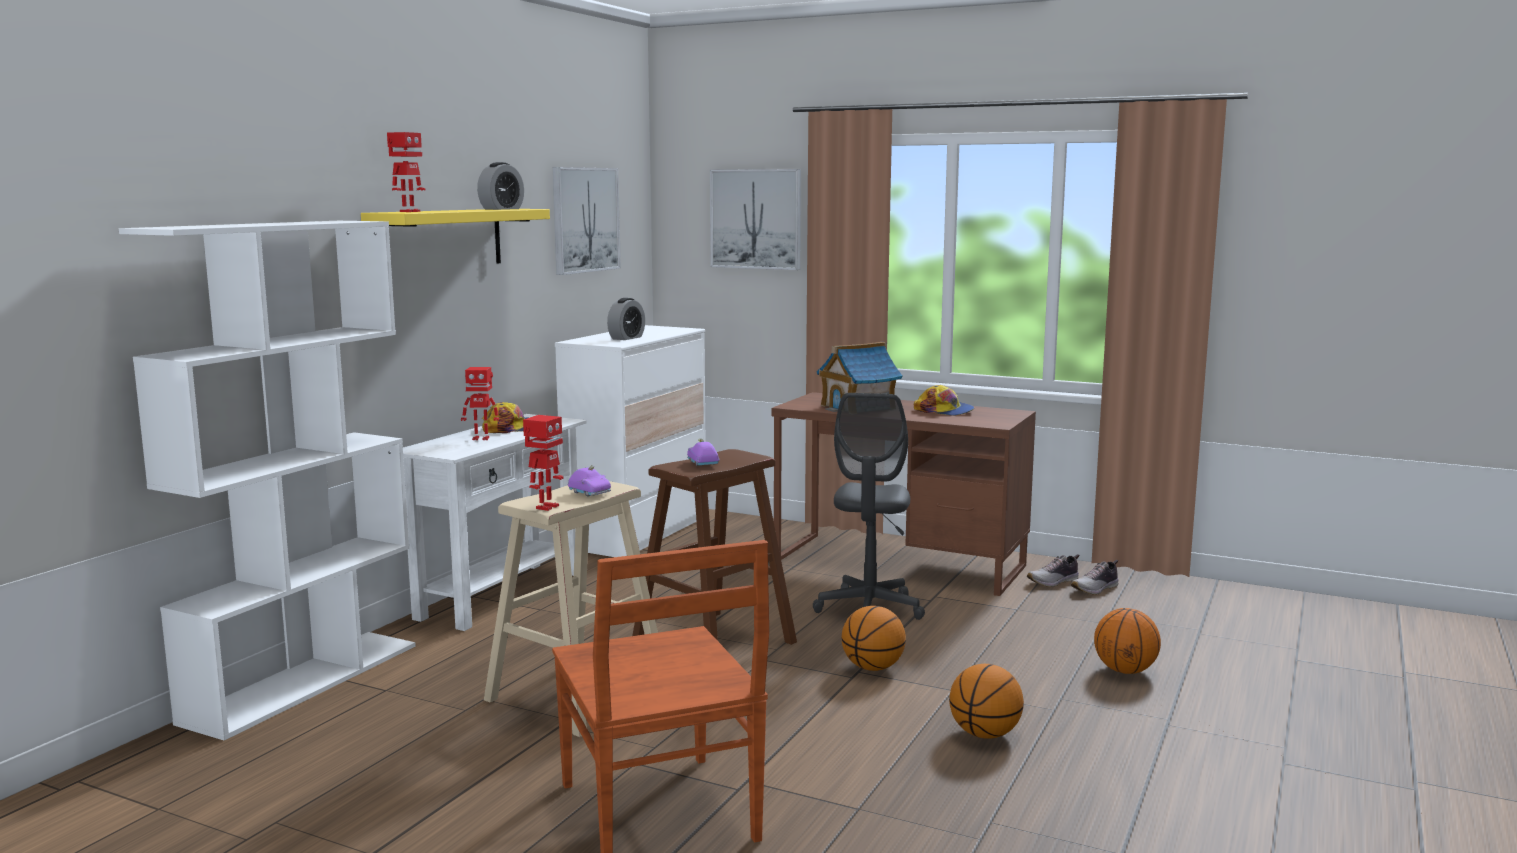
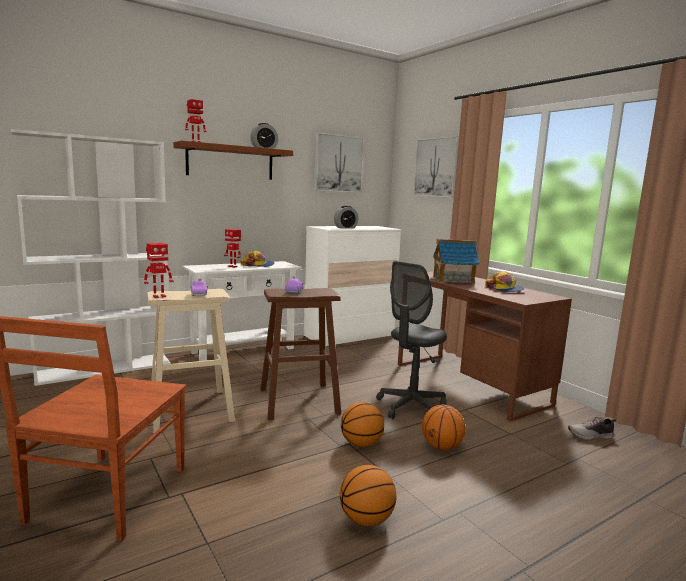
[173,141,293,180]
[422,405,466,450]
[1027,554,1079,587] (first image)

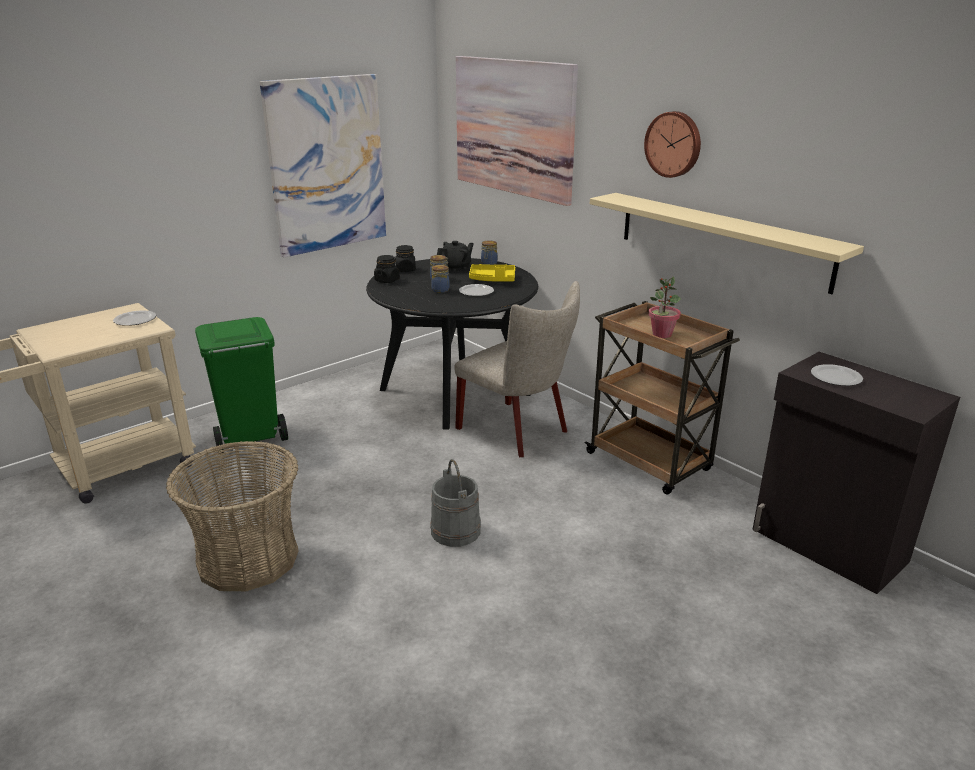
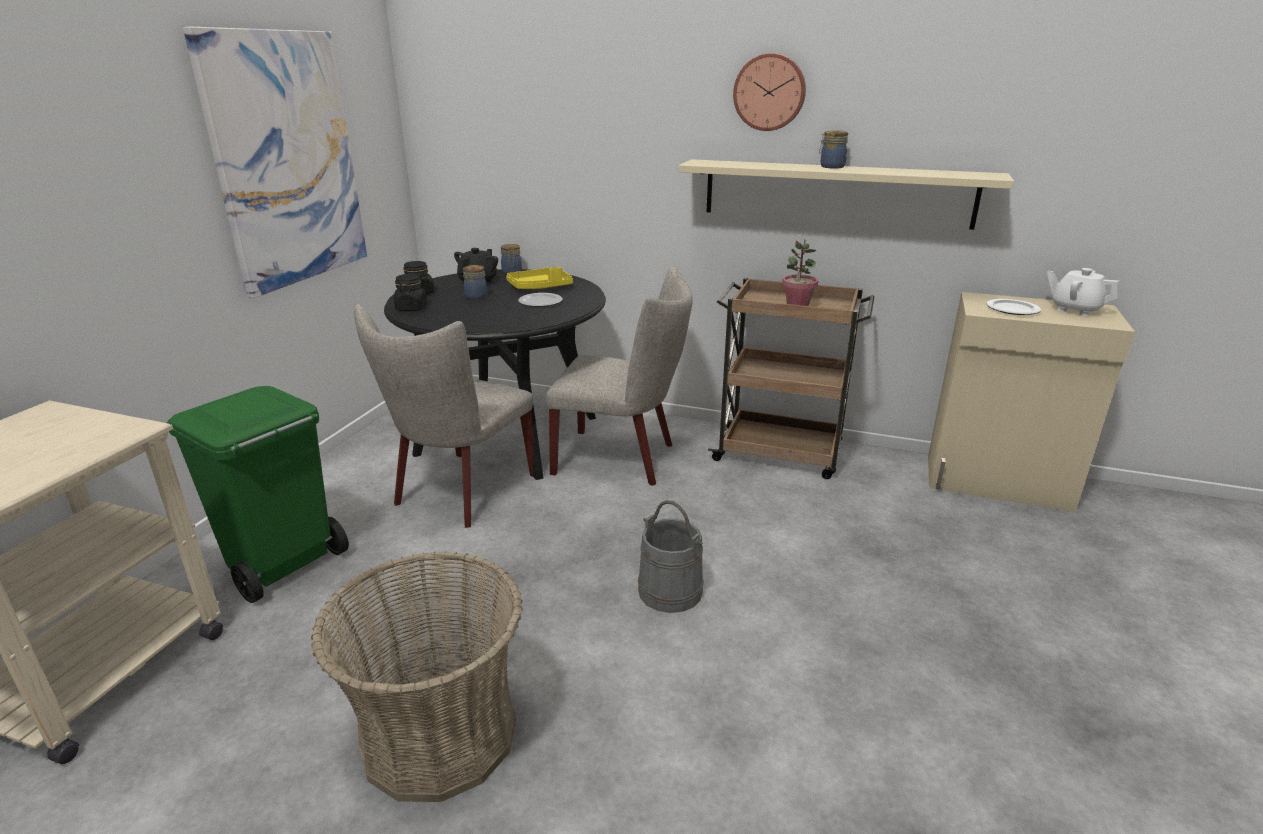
[354,304,534,528]
[819,130,848,168]
[928,292,1135,512]
[1047,268,1119,316]
[113,311,156,326] (first image)
[456,56,578,206] (first image)

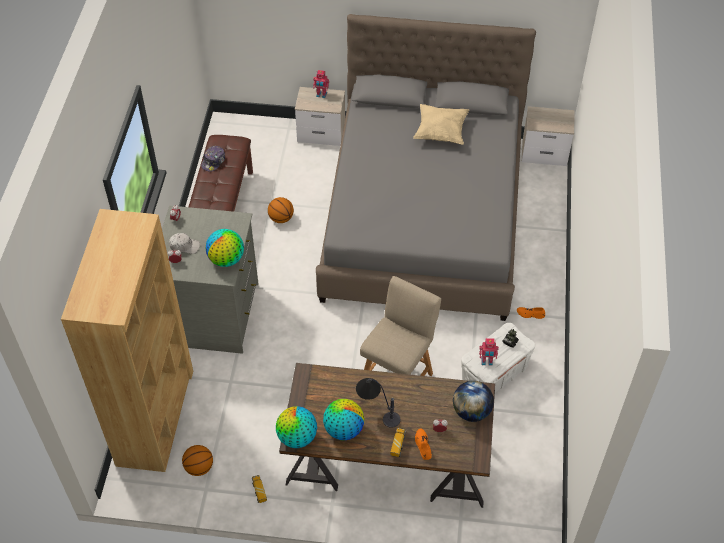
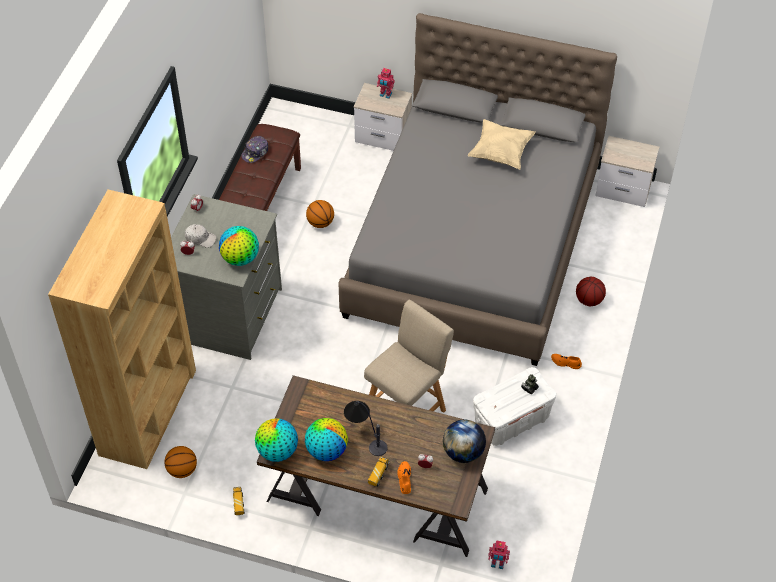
[488,540,510,569]
[576,277,606,306]

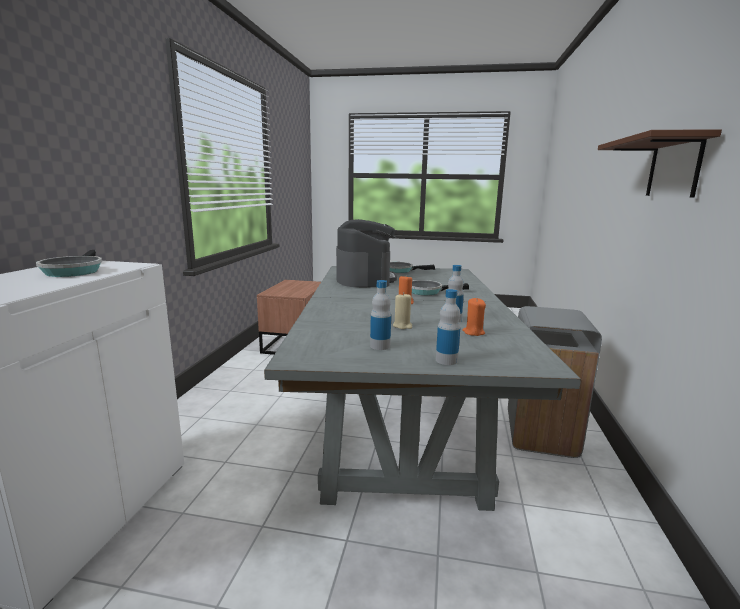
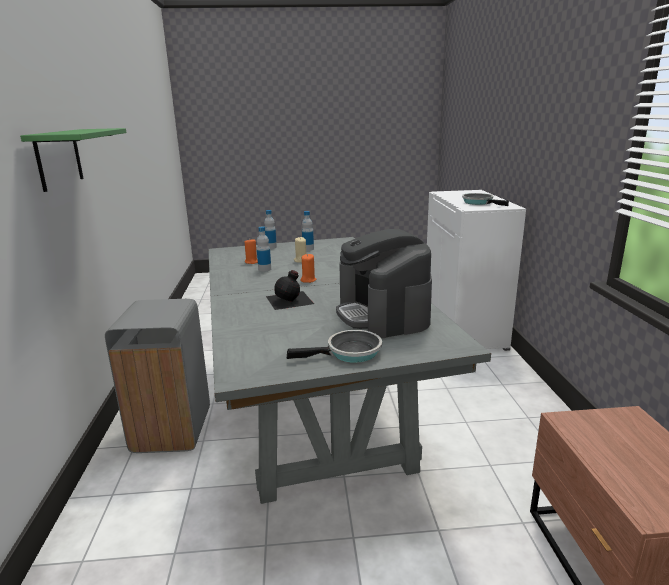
[20,128,127,192]
[266,270,314,310]

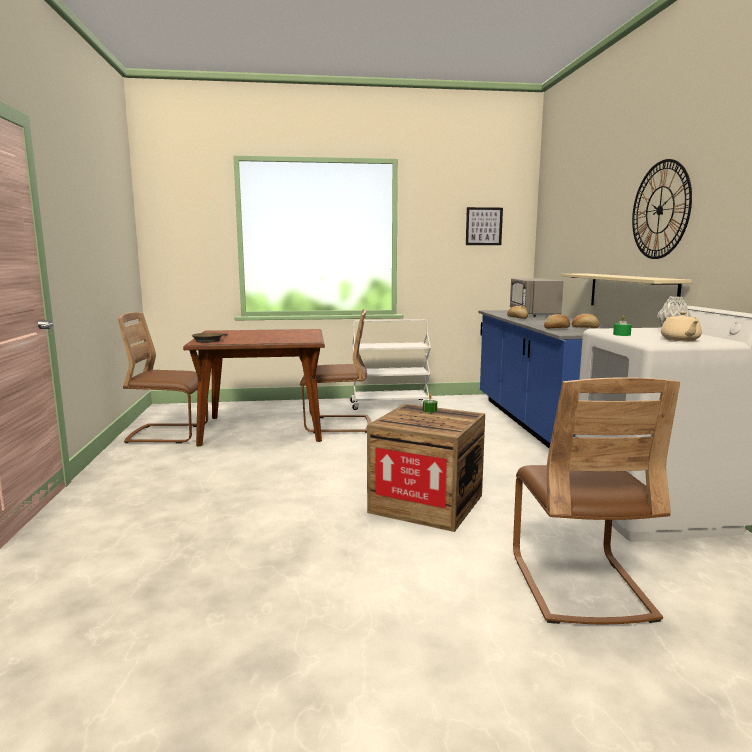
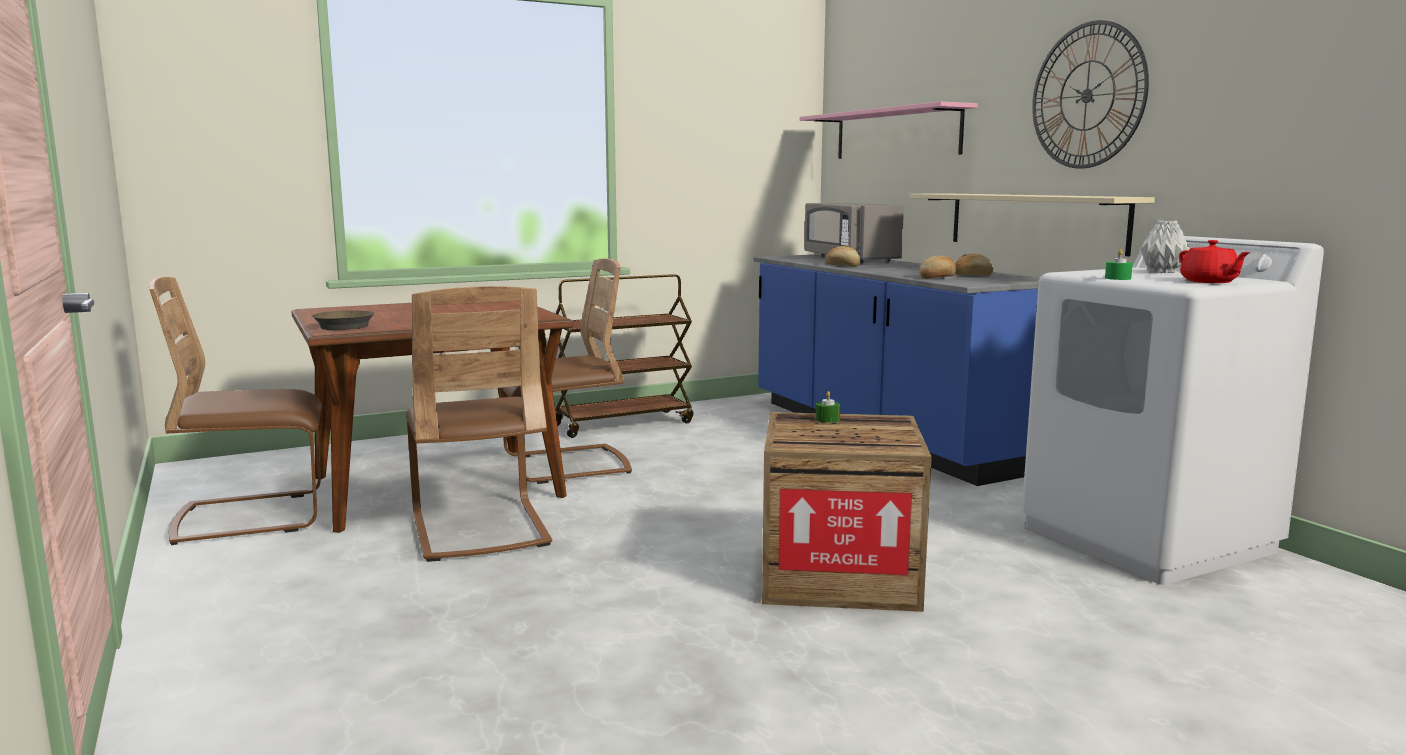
[406,286,552,562]
[555,274,693,438]
[800,101,978,159]
[1179,240,1251,283]
[466,207,503,245] (first image)

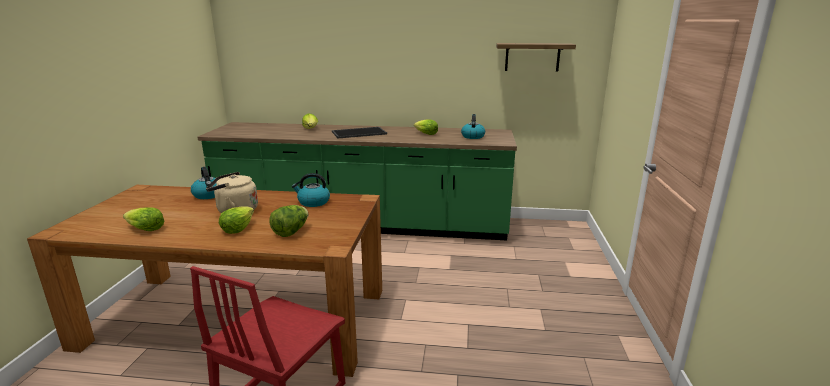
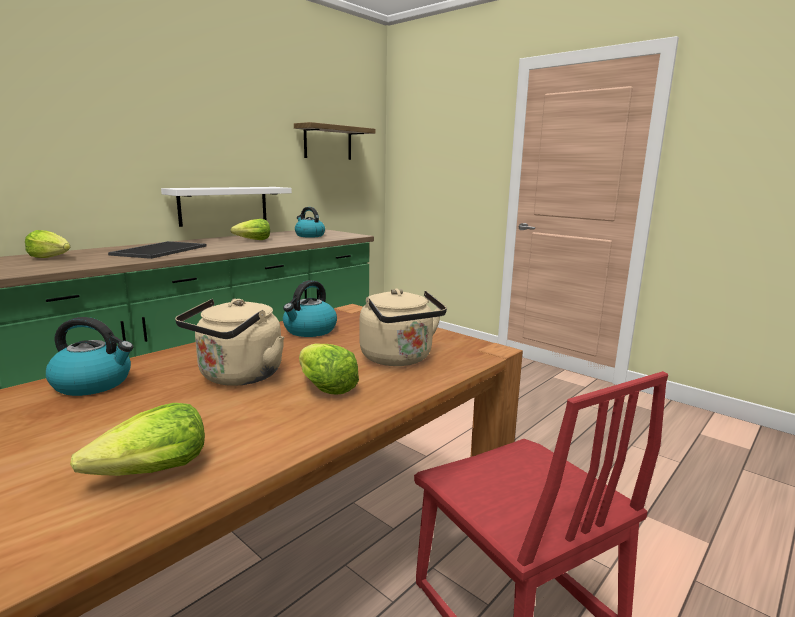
[161,187,292,227]
[360,288,447,366]

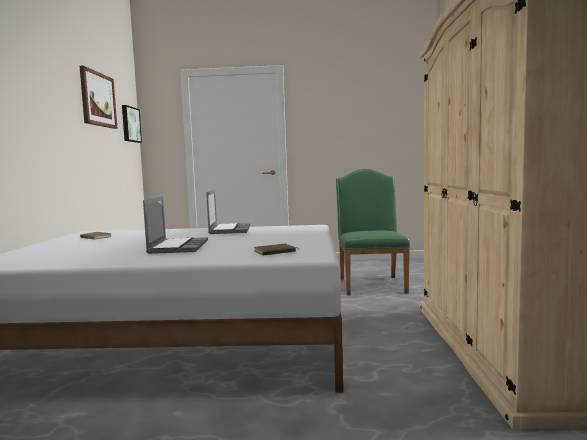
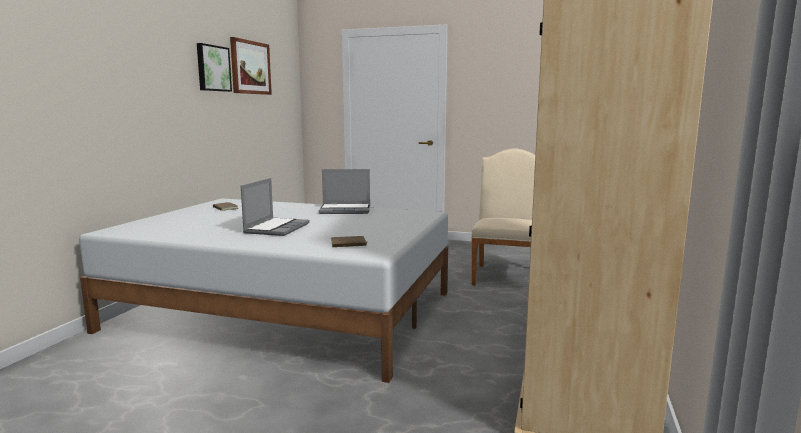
[197,43,232,92]
[319,169,370,214]
[471,148,535,286]

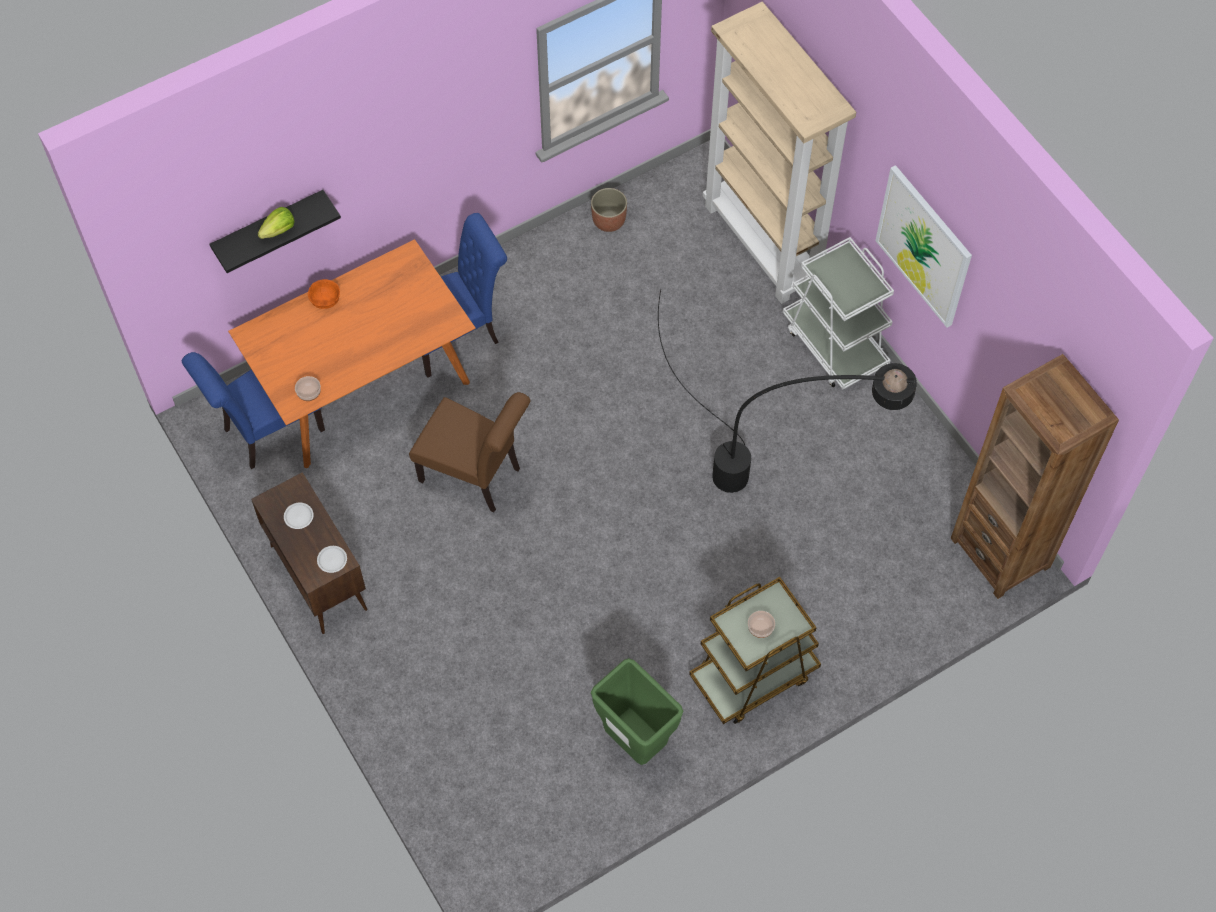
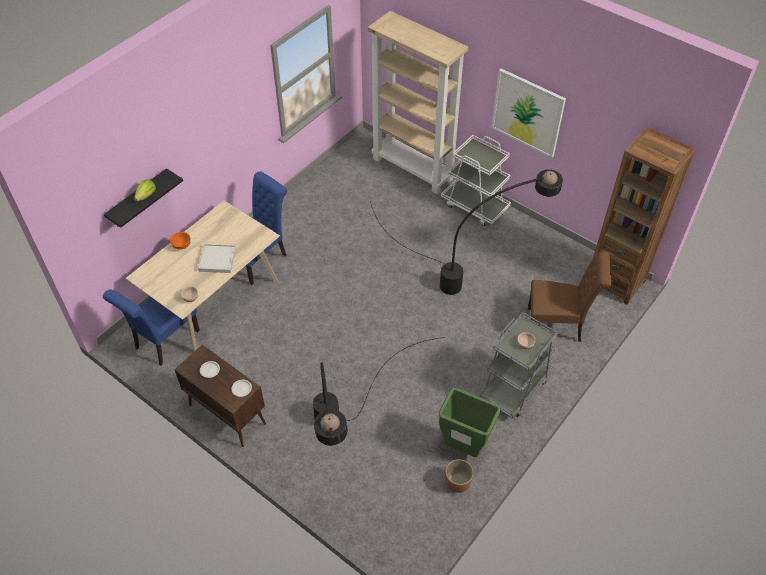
[126,201,280,352]
[198,244,236,273]
[313,337,445,446]
[445,459,474,493]
[480,312,558,418]
[528,251,611,342]

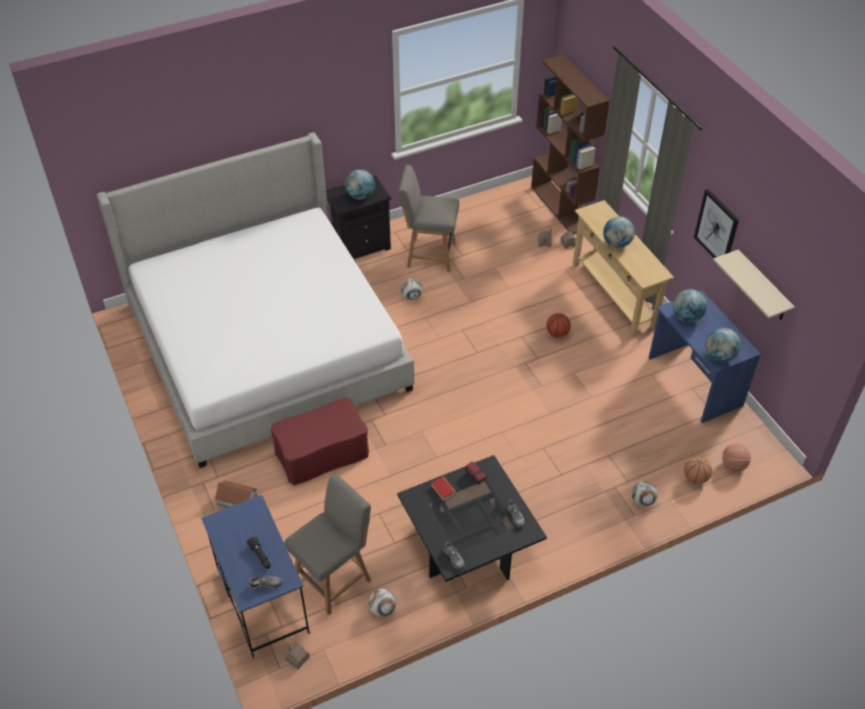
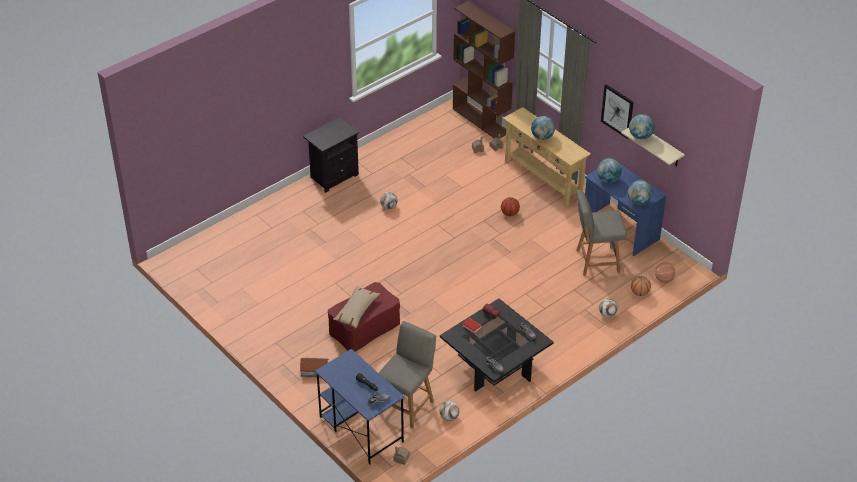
[333,286,380,328]
[576,190,627,276]
[629,114,655,140]
[97,132,415,468] (first image)

